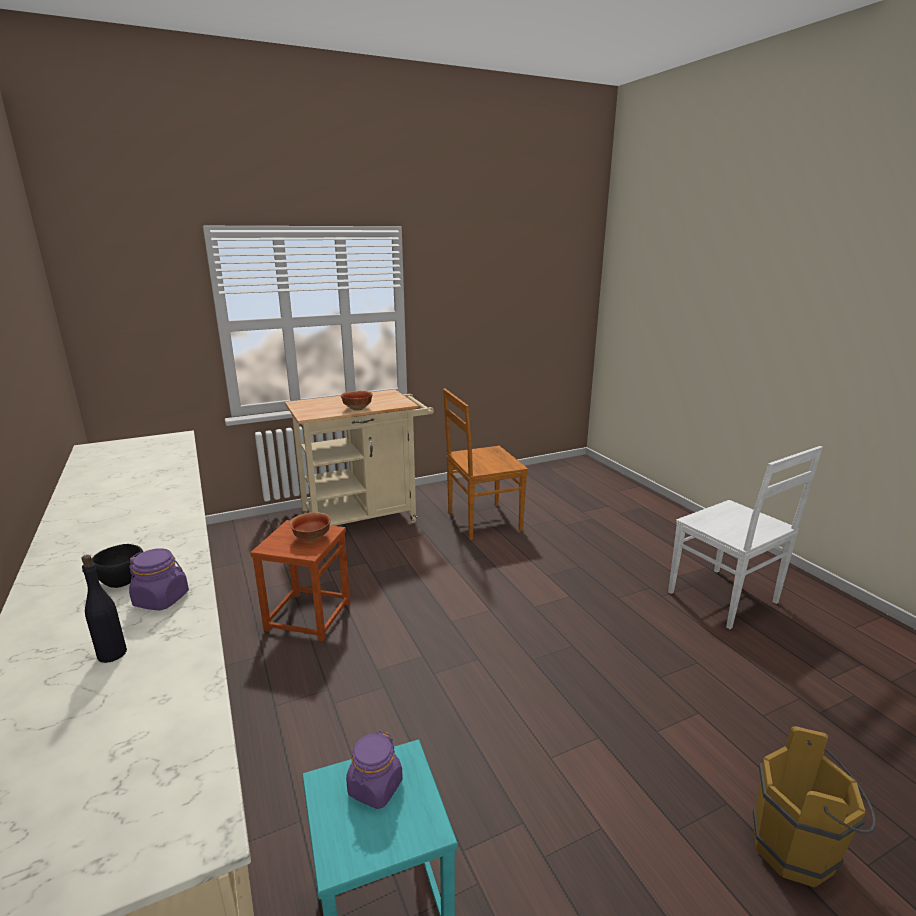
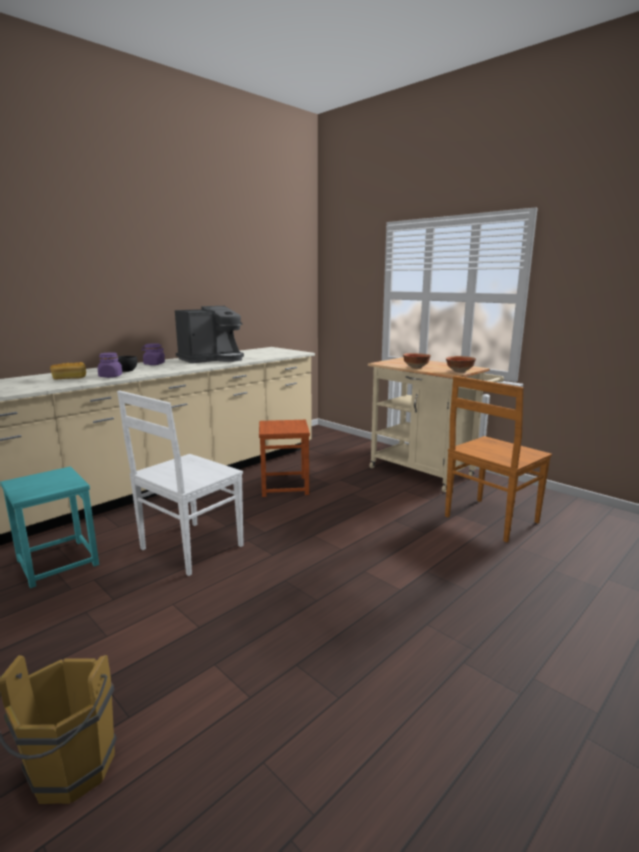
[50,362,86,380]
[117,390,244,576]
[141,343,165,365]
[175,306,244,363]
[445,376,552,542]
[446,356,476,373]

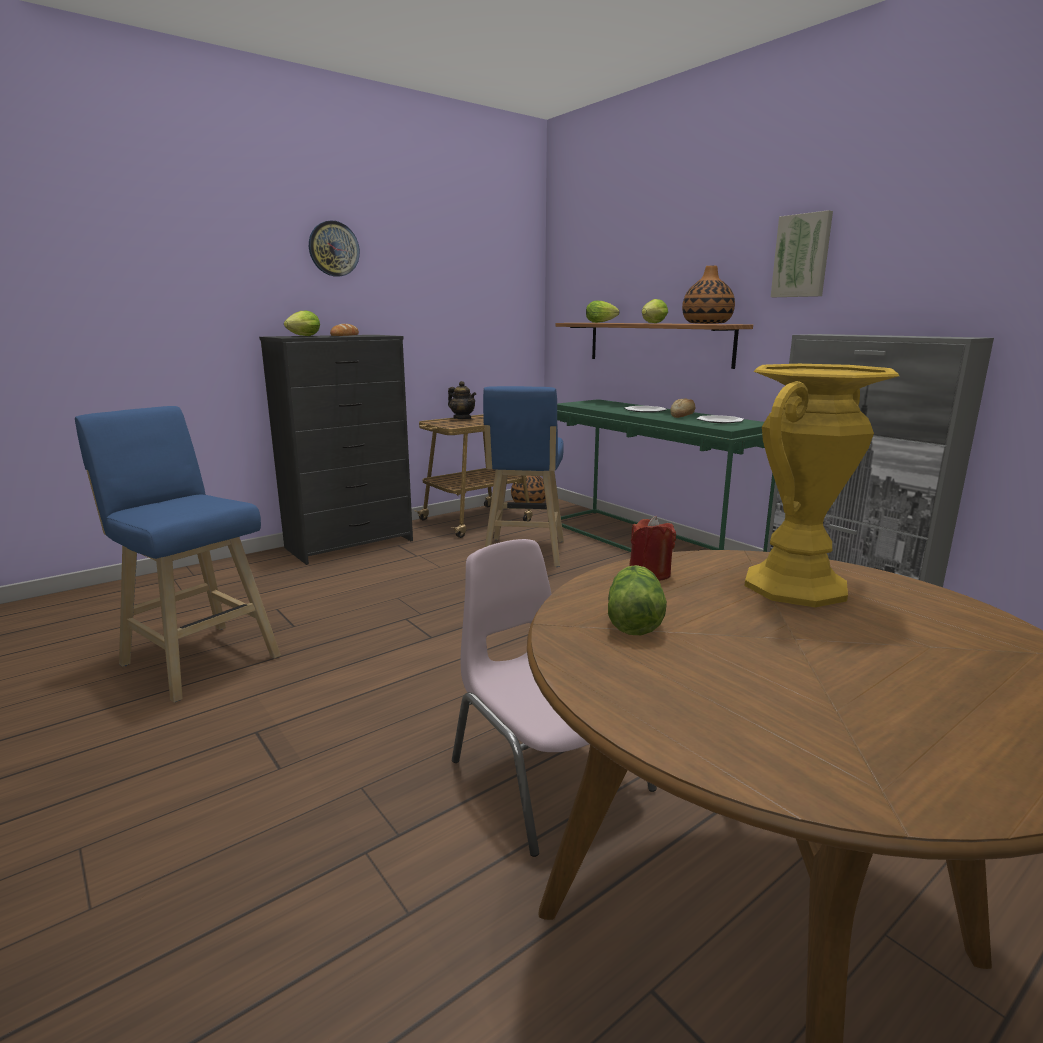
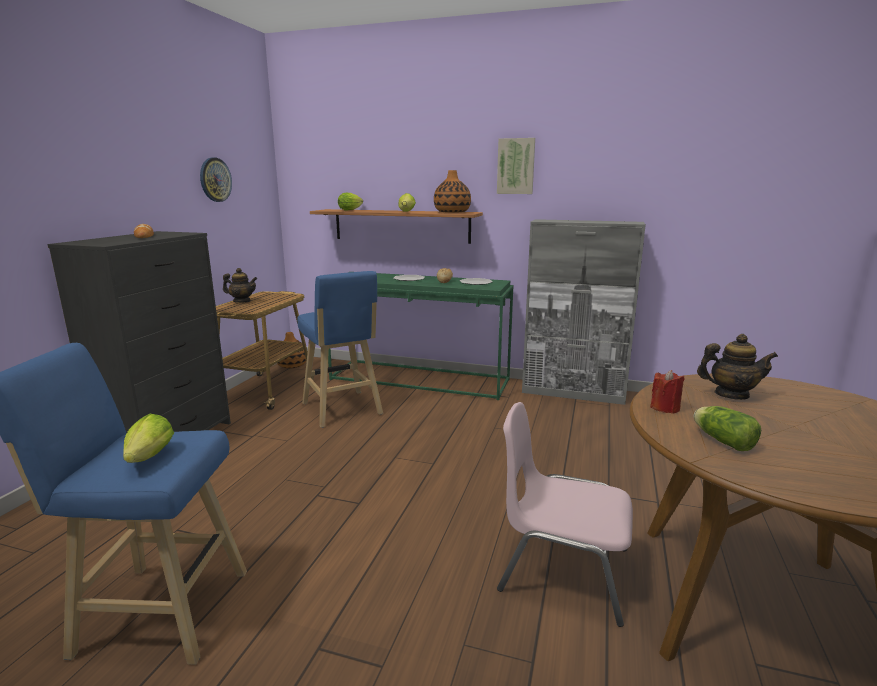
[123,414,174,463]
[200,158,232,202]
[697,334,778,400]

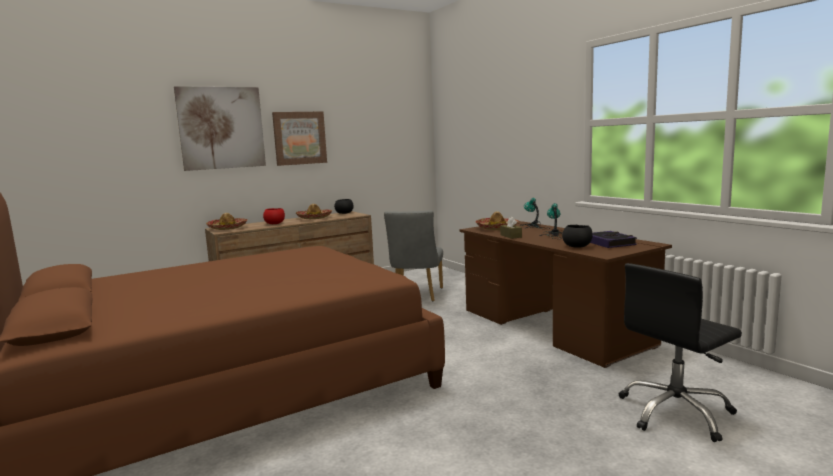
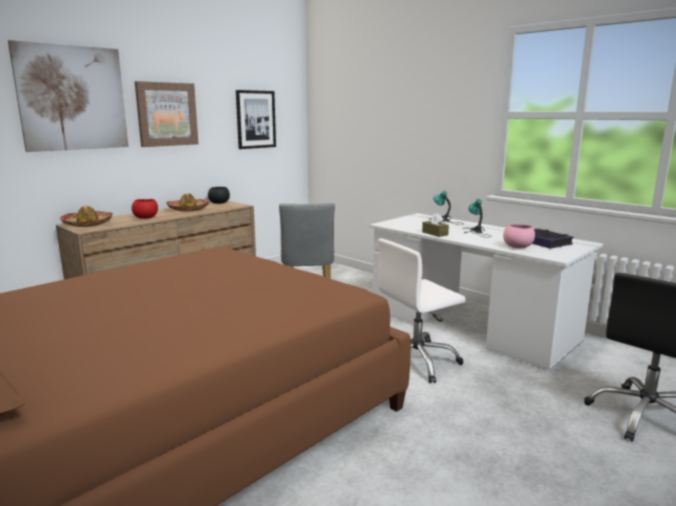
[236,90,276,149]
[369,213,603,370]
[378,238,466,383]
[503,224,535,248]
[476,211,519,230] (first image)

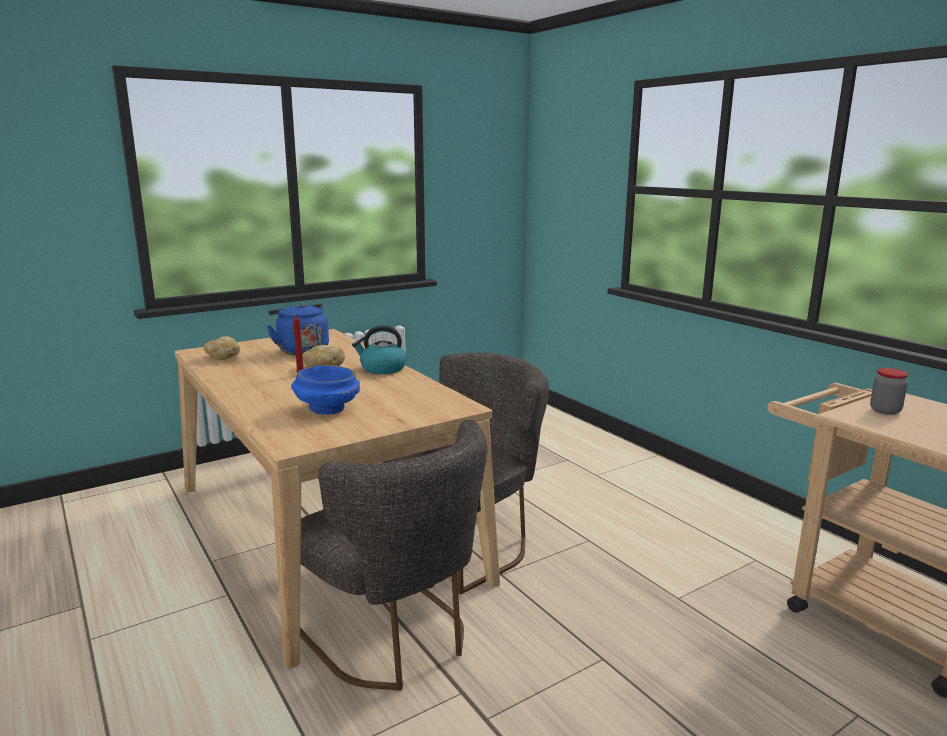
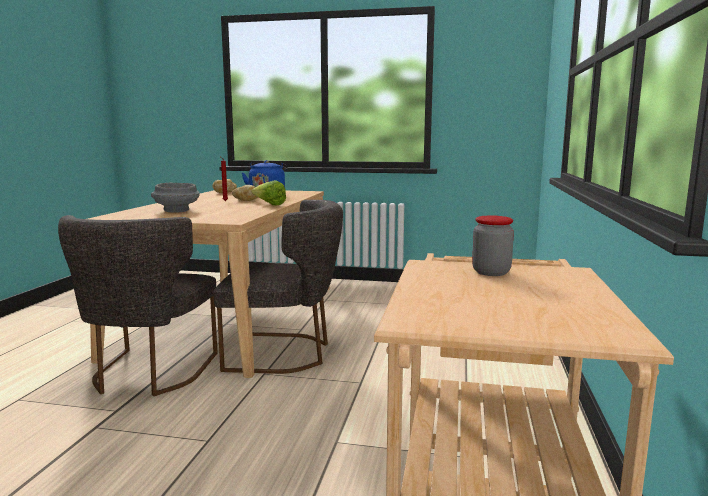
[151,183,200,213]
[251,180,286,206]

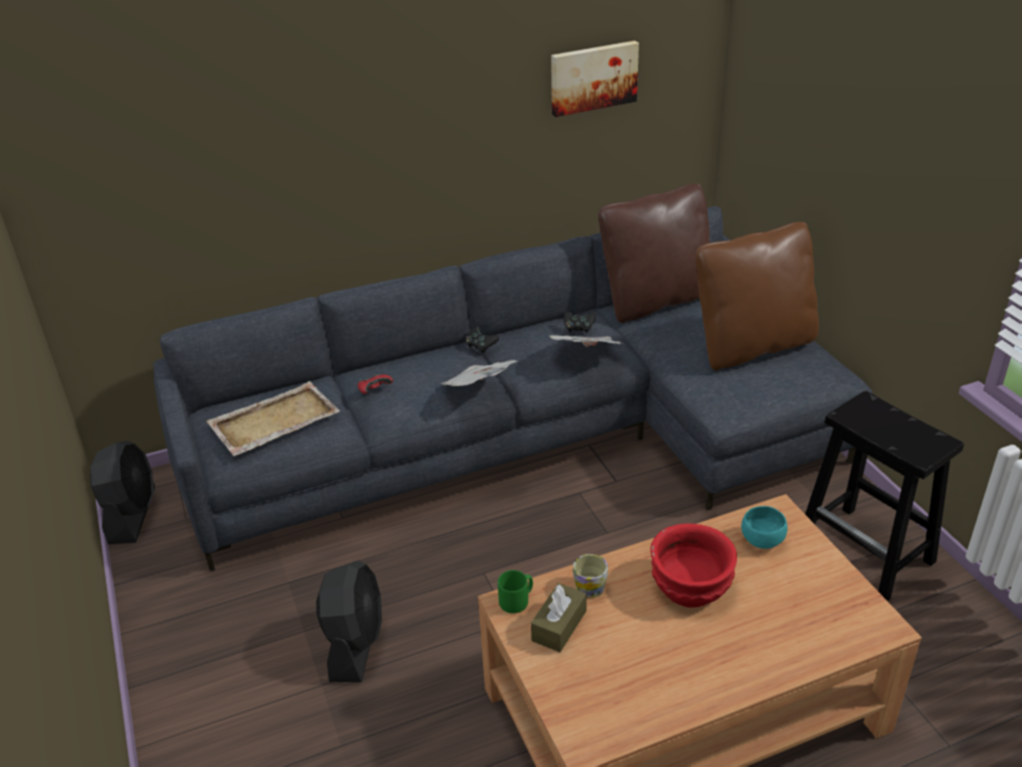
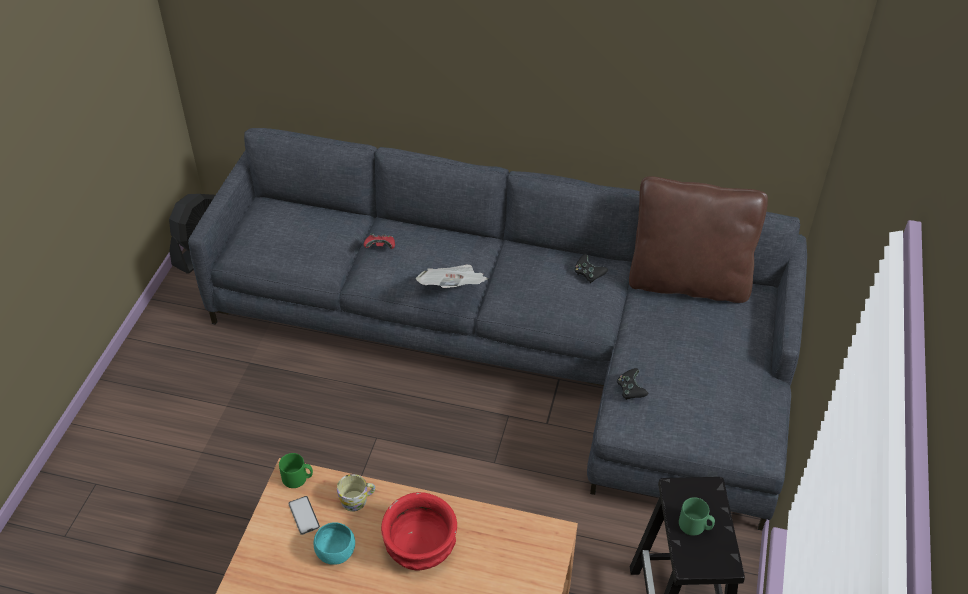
[288,496,320,535]
[314,522,355,565]
[617,368,648,400]
[679,497,715,536]
[206,381,340,456] (first image)
[316,560,382,683] (first image)
[549,335,622,347] (first image)
[551,41,639,117] (first image)
[695,222,819,371] (first image)

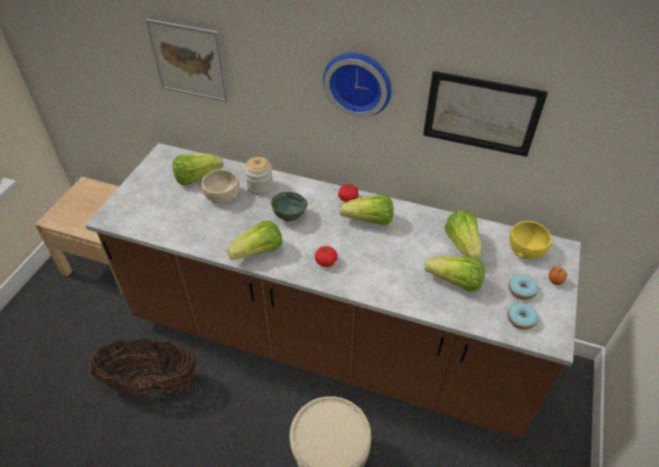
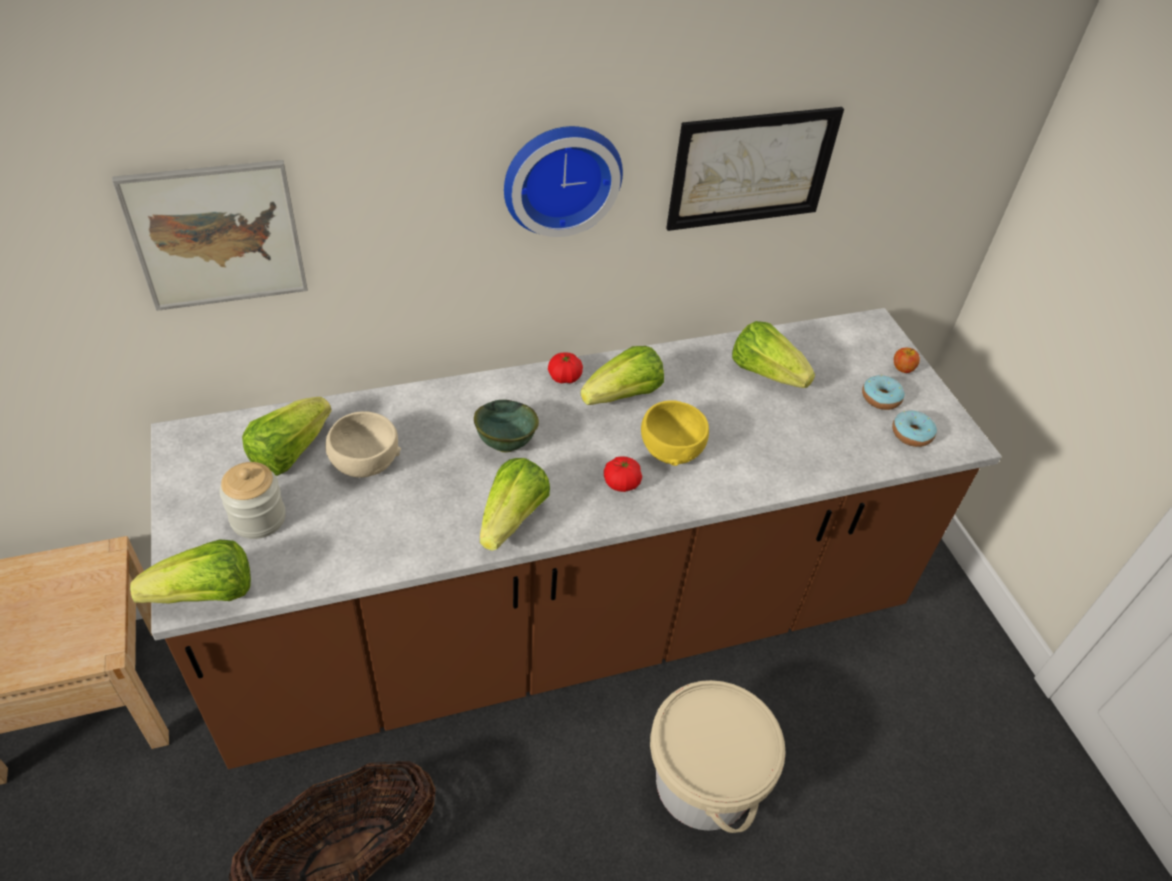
[130,539,251,604]
[219,462,285,539]
[641,400,709,466]

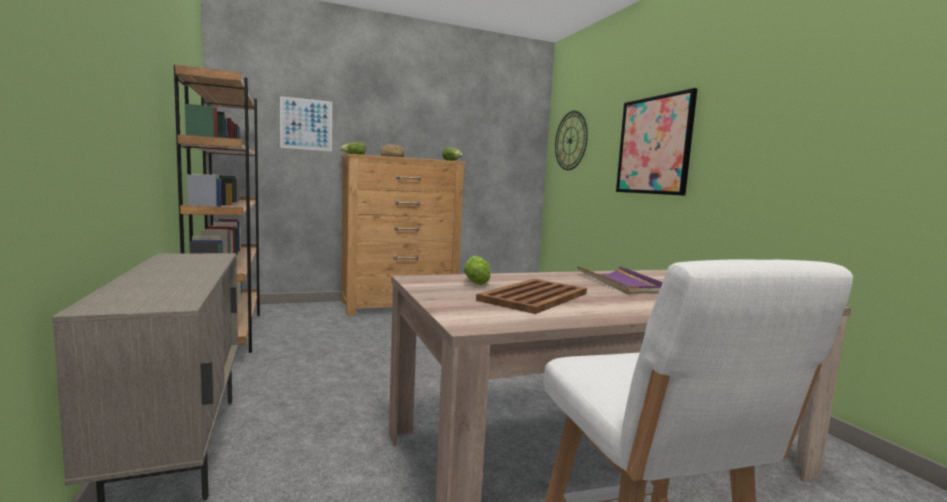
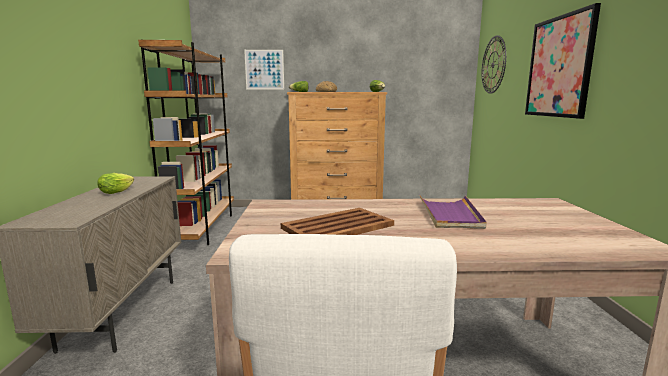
[97,173,134,194]

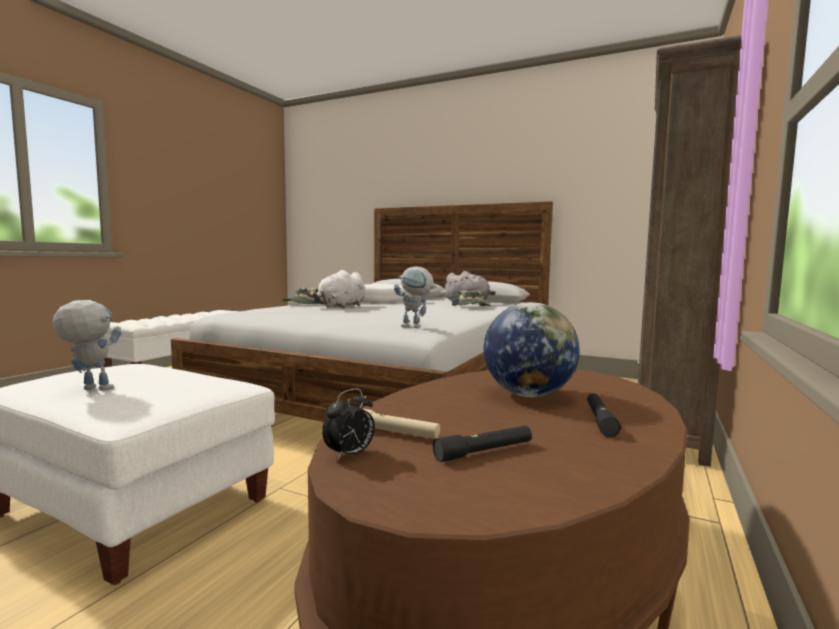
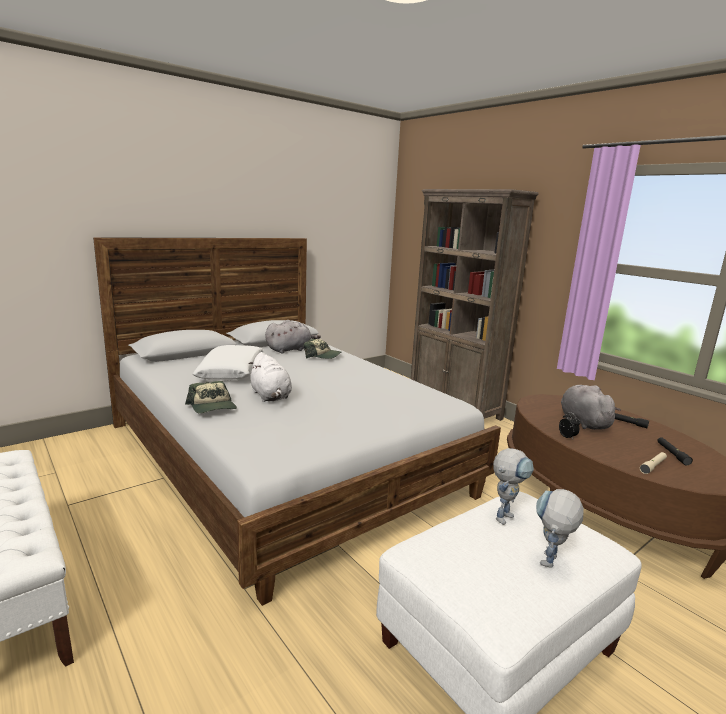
[493,448,534,525]
[559,412,580,439]
[561,385,621,430]

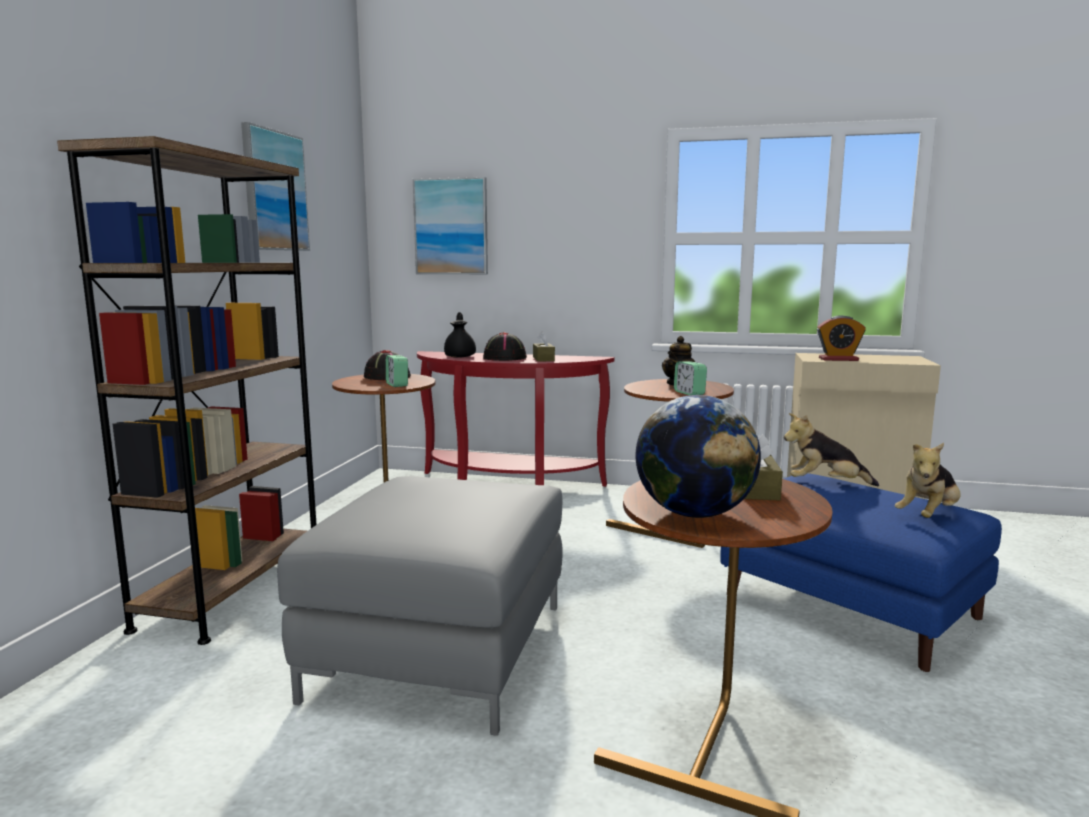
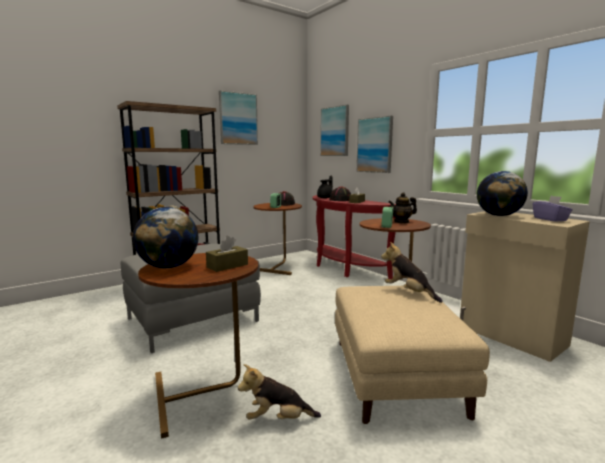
[238,364,321,420]
[335,286,490,424]
[357,116,393,173]
[477,171,528,216]
[533,196,573,222]

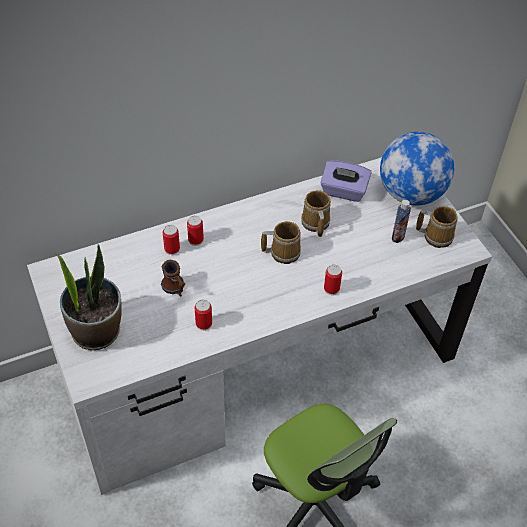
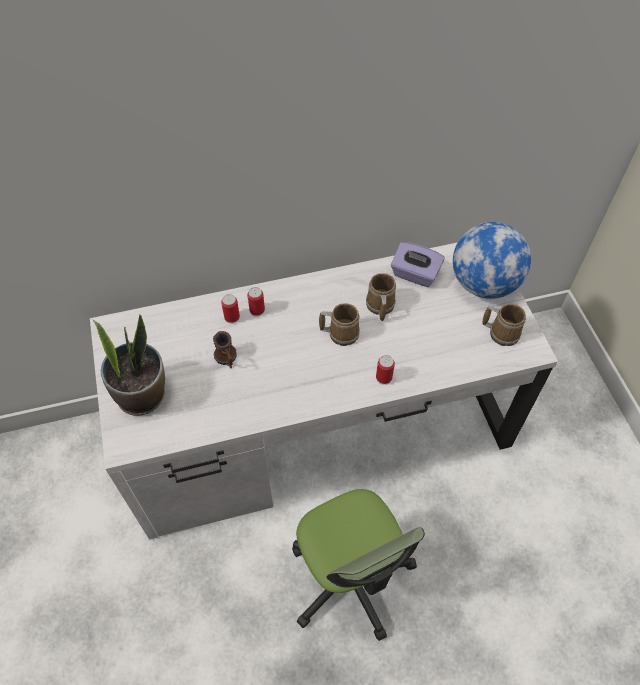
[195,299,212,331] (first image)
[392,200,411,243] (first image)

